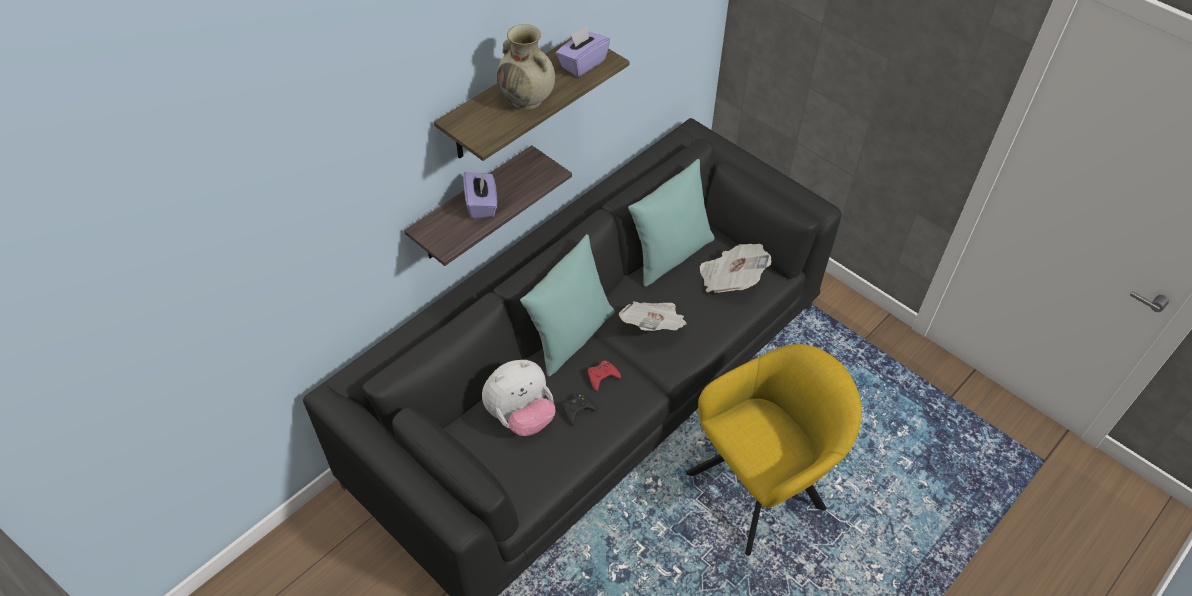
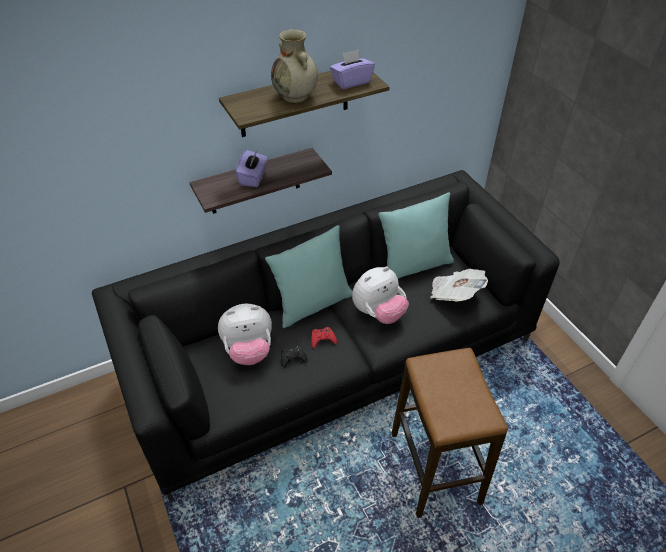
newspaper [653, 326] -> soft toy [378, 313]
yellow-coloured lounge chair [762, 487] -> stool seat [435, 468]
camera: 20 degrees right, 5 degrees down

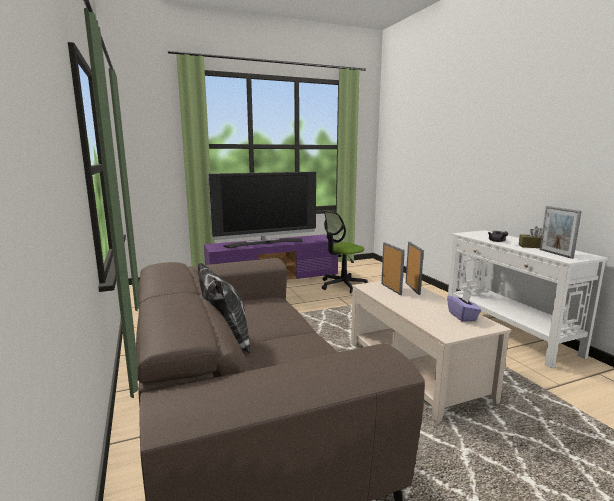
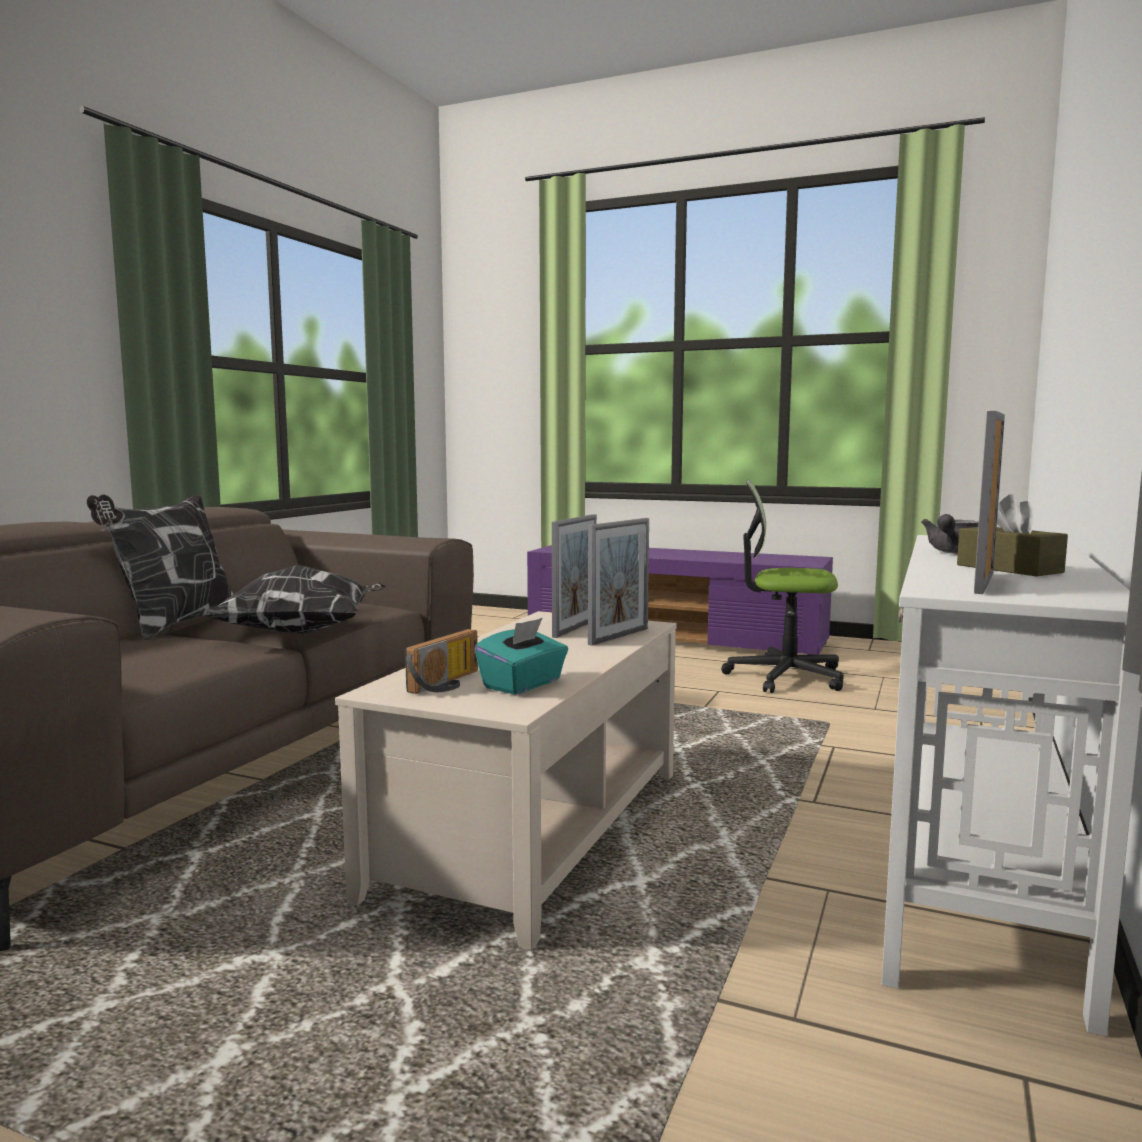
TV set [264, 243] -> none
purplish tissue box [462, 316] -> blue-green tissue box [523, 684]
none -> cushion [304, 633]
none -> radio [449, 683]
camera: 45 degrees right, 5 degrees down

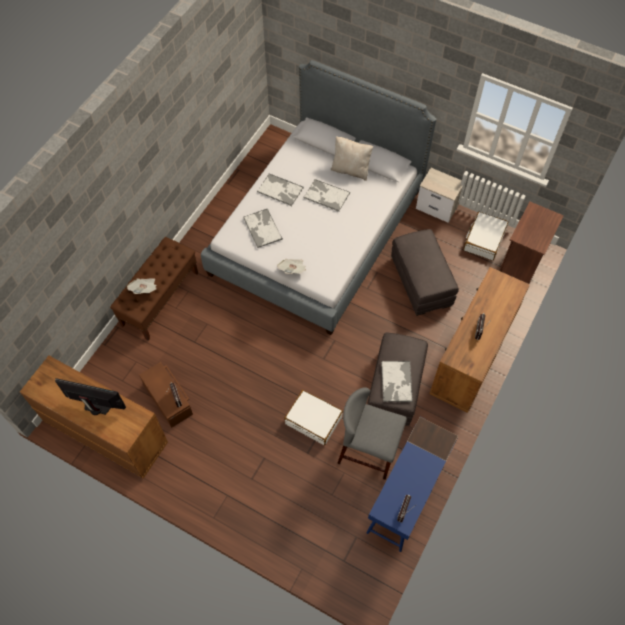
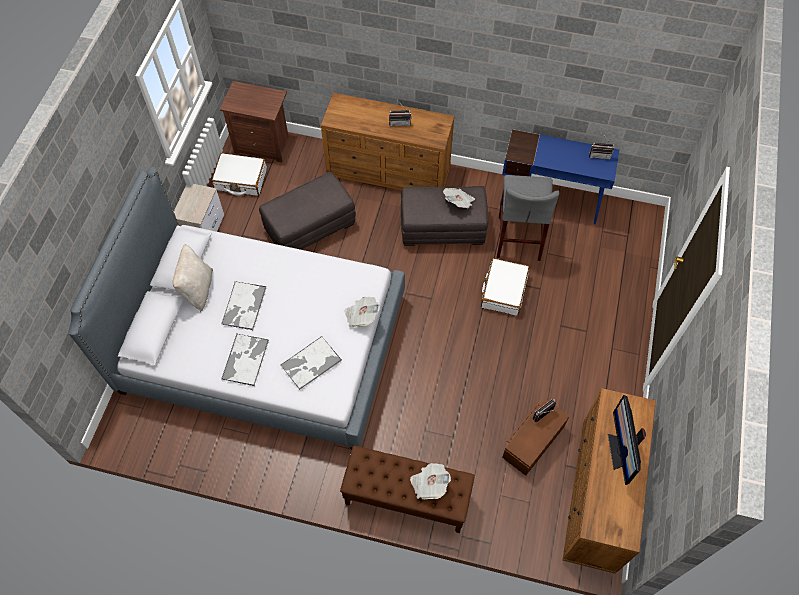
tray [396, 382] -> newspaper [459, 202]
camera: 105 degrees left, 0 degrees up

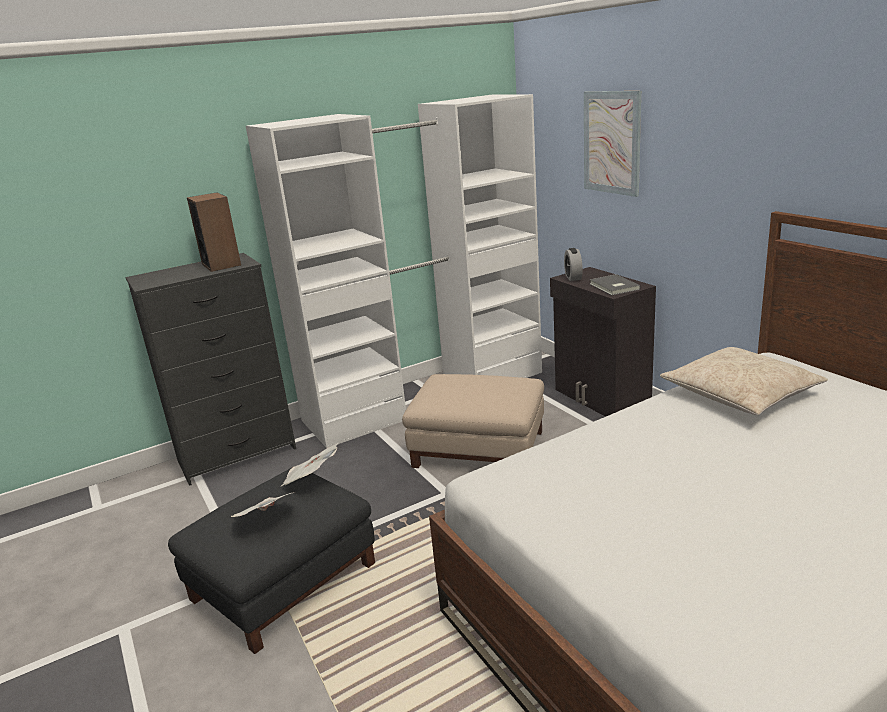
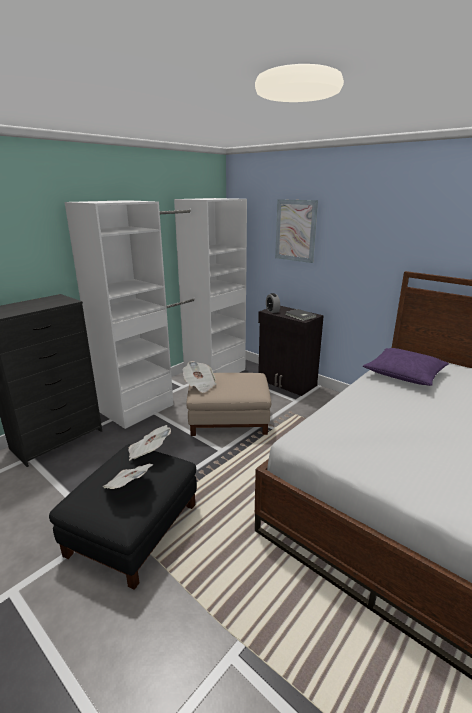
speaker [221, 264] -> none
sand-coloured cushion [739, 393] -> purplish cushion [404, 374]
none -> newspaper [200, 385]
camera: 20 degrees left, 0 degrees up

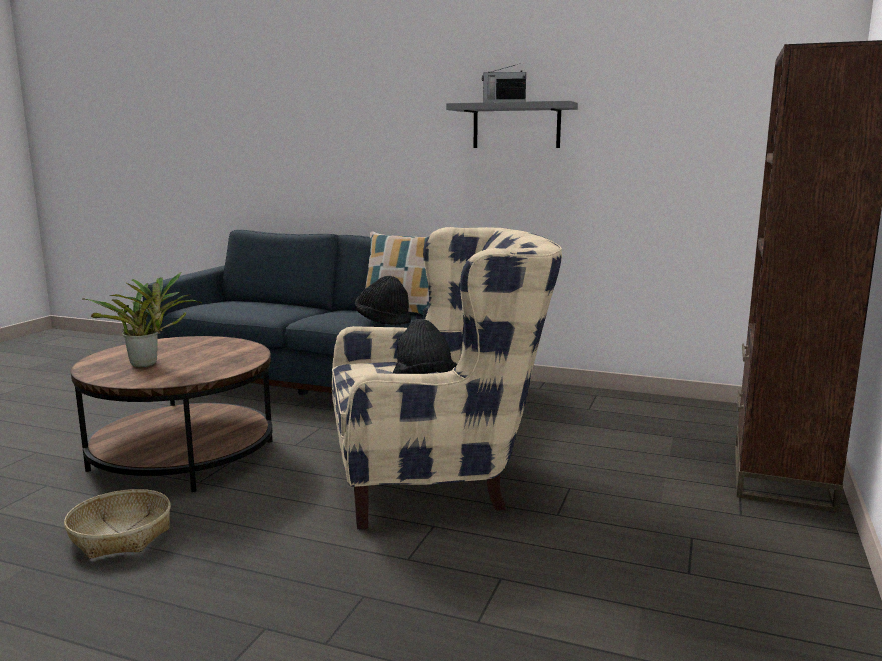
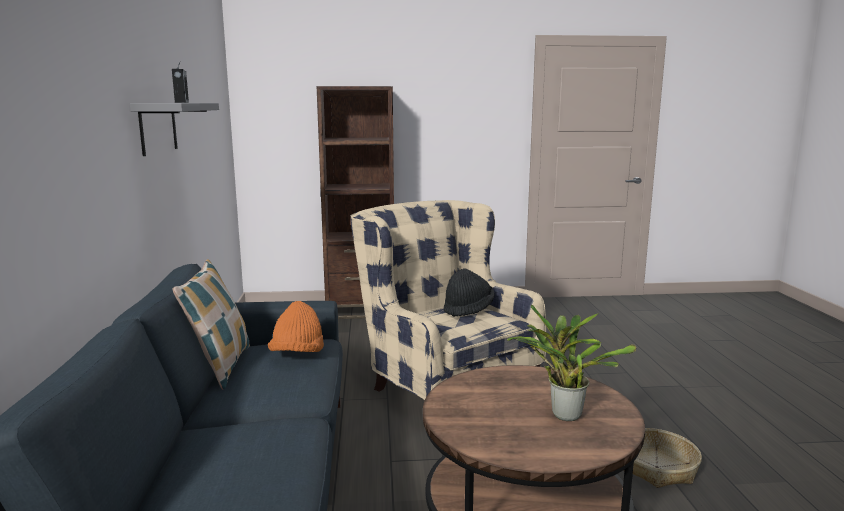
black-coloured hat [383, 321] -> orange hat [298, 355]
camera: 115 degrees left, 0 degrees up

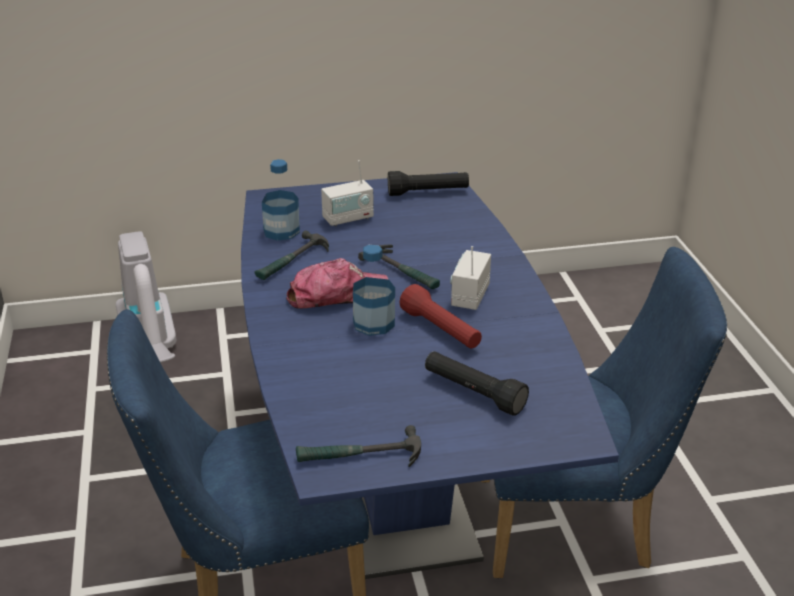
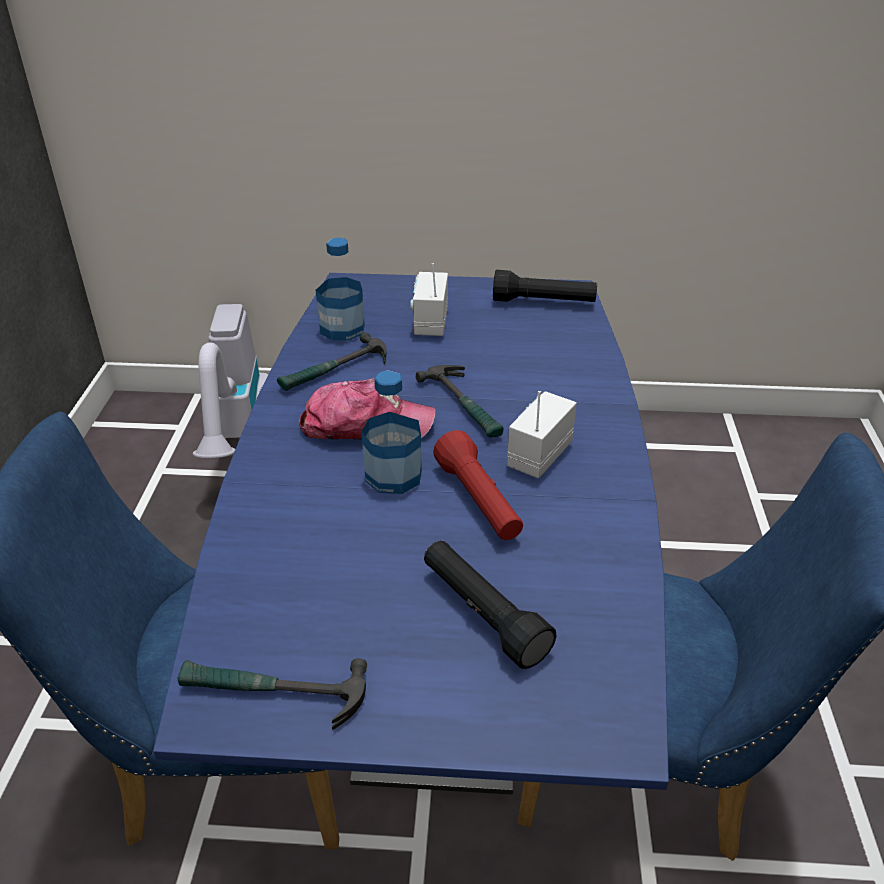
radio [348, 218] -> radio [430, 323], 105 degrees clockwise
camera: 15 degrees right, 5 degrees up

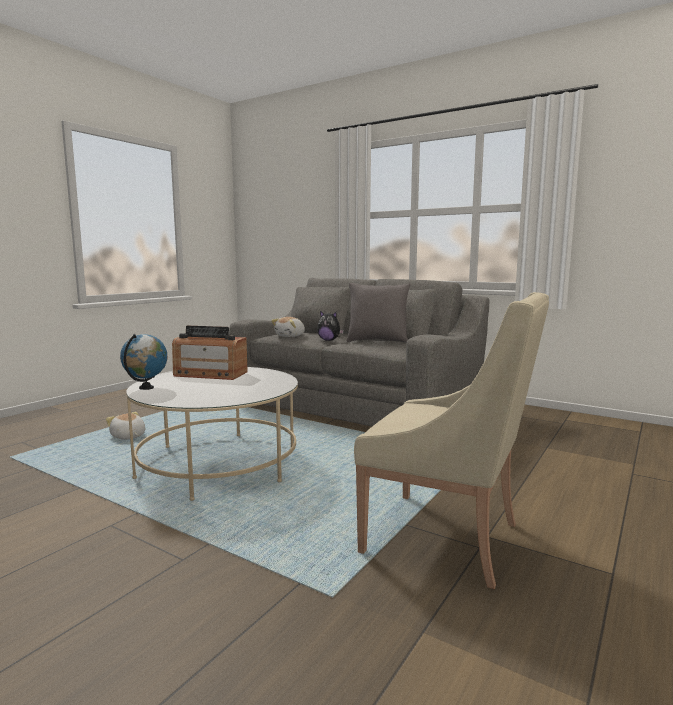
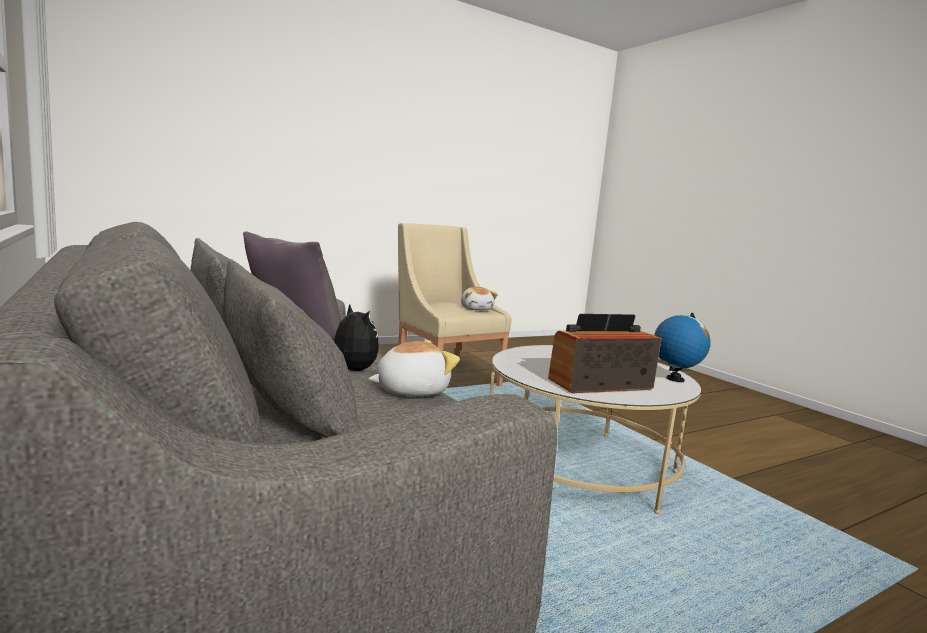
radio [210, 374] -> radio [600, 384], 60 degrees counterclockwise
soft toy [128, 437] -> soft toy [476, 309], relocated
camera: 155 degrees left, 0 degrees up

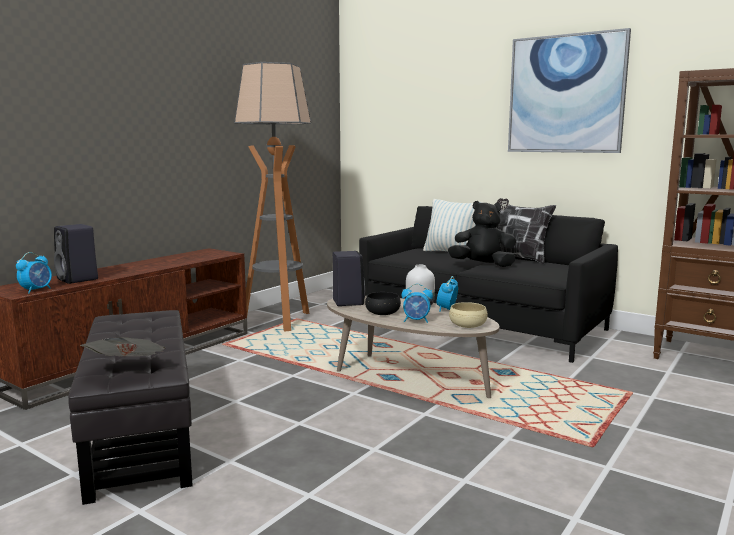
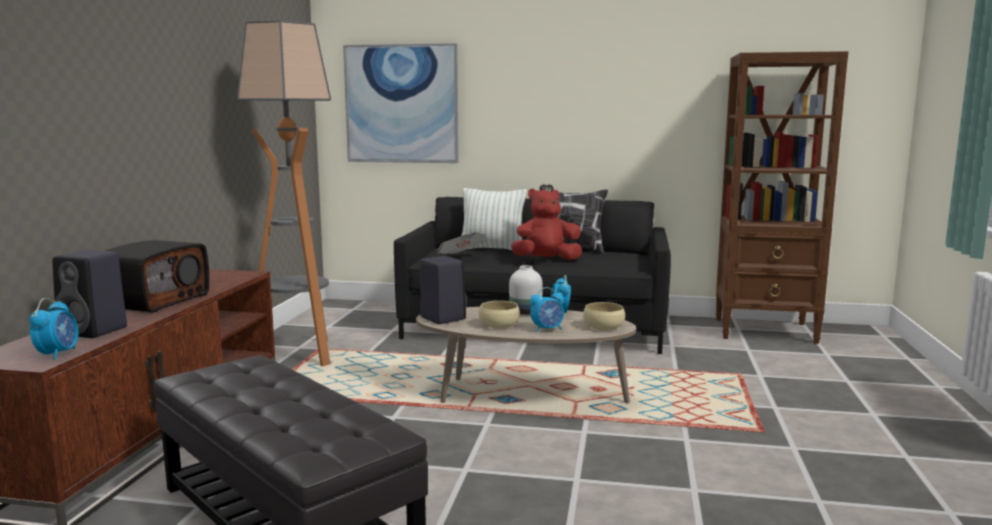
wall picture [566, 94] -> wall picture [402, 104], relocated
black-coloured soft toy [483, 265] -> red-coloured soft toy [546, 260]
black-coloured serving bowl [382, 312] -> sand-coloured serving bowl [499, 325]
newspaper [128, 368] -> newspaper [461, 257], relocated
none -> radio [155, 301]
camera: 25 degrees left, 0 degrees up

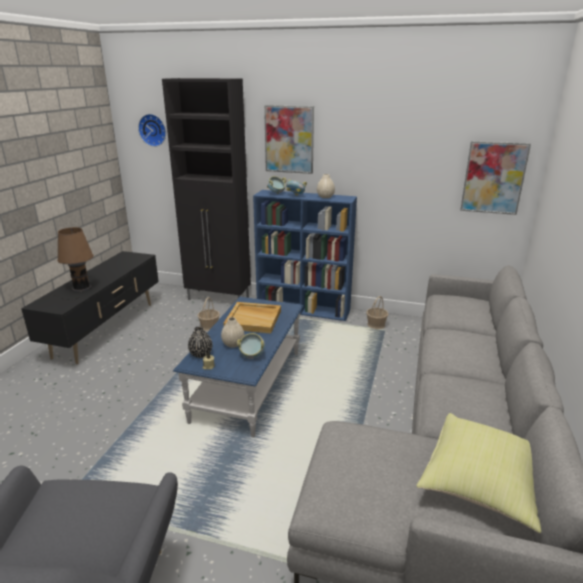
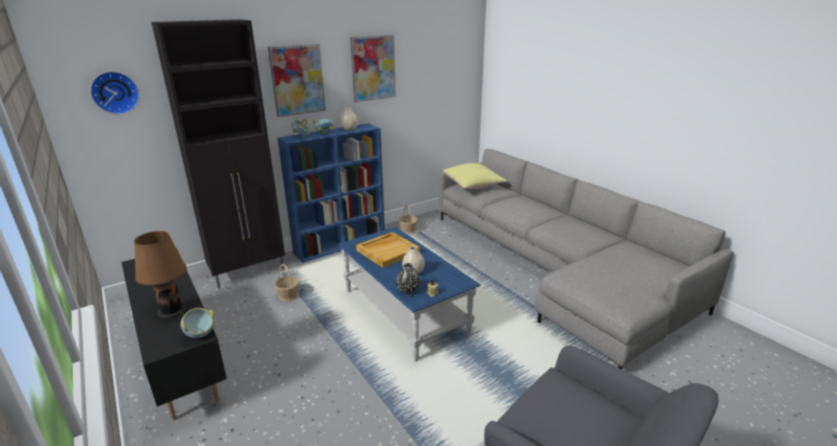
wall picture [493, 178] -> wall picture [373, 68], relocated
serving bowl [251, 356] -> serving bowl [200, 334], relocated
yellow-coloured cushion [482, 484] -> yellow-coloured cushion [474, 186], relocated
camera: 50 degrees left, 0 degrees up

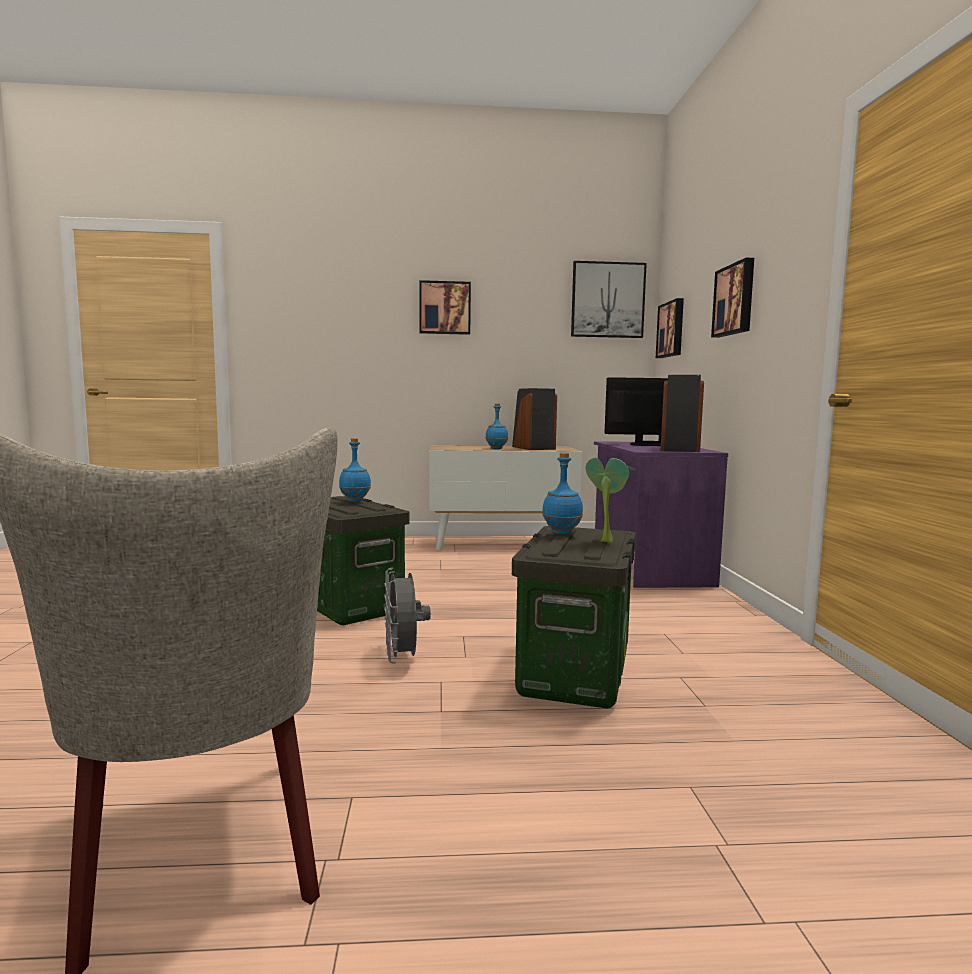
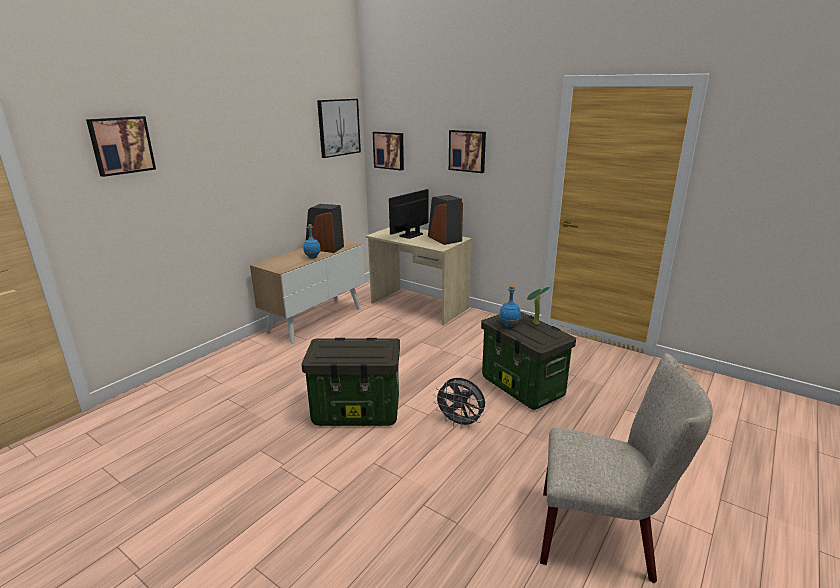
wall picture [445, 308] -> wall picture [121, 145], relocated
blue drink bottle [355, 501] -> none
purplish desk table [647, 566] -> sand-coloured desk table [419, 306]
camera: 50 degrees left, 15 degrees up

